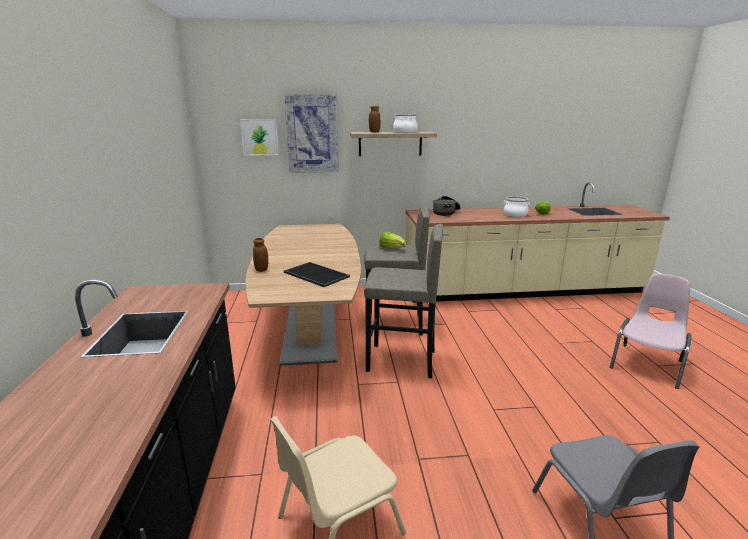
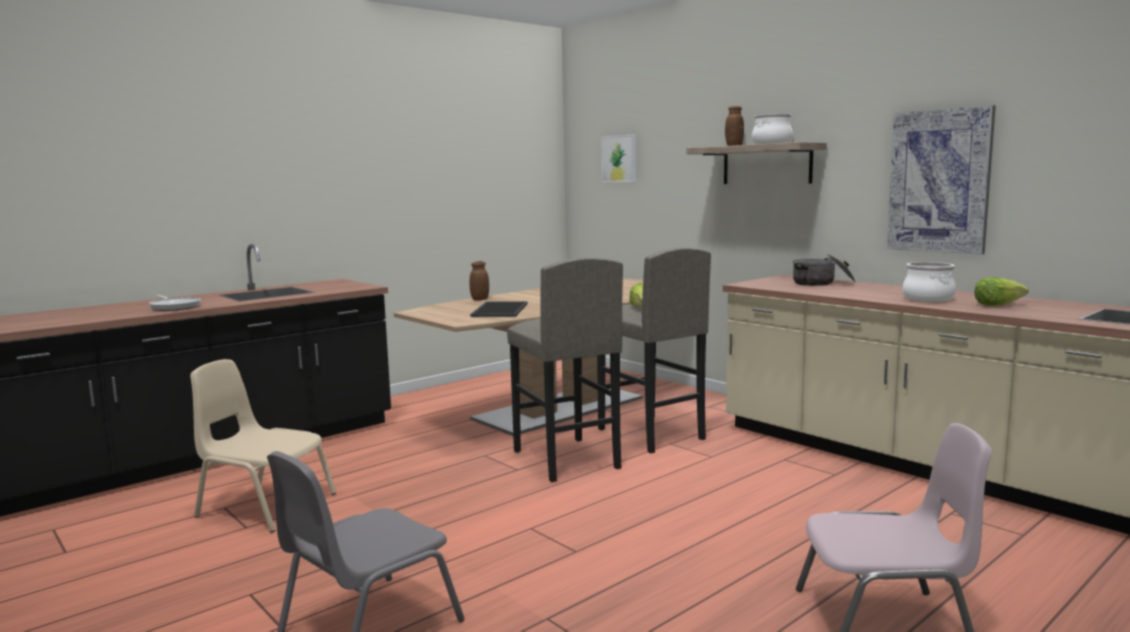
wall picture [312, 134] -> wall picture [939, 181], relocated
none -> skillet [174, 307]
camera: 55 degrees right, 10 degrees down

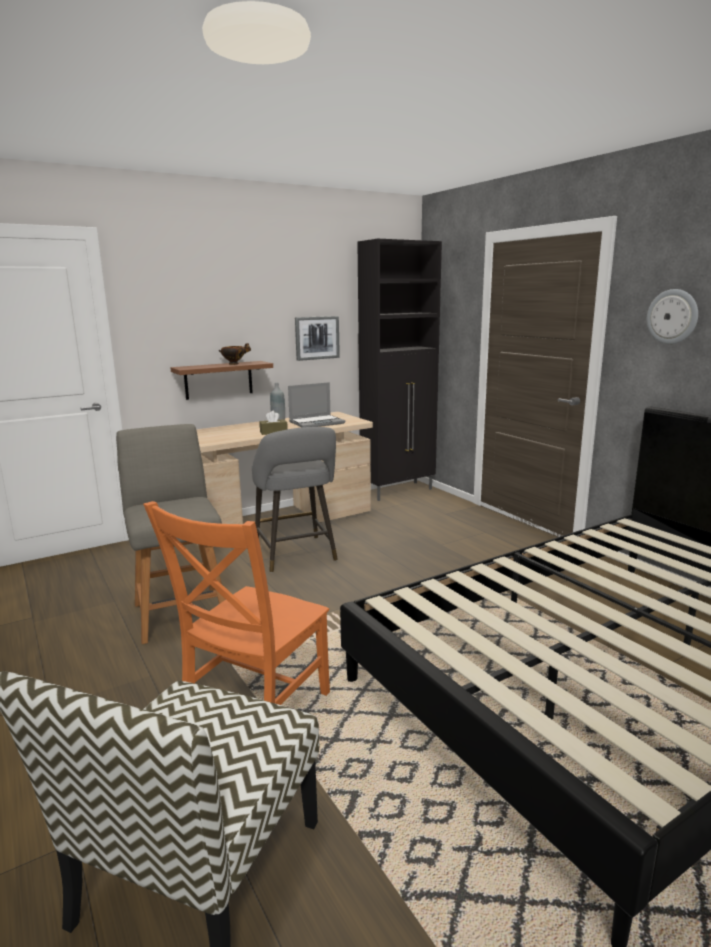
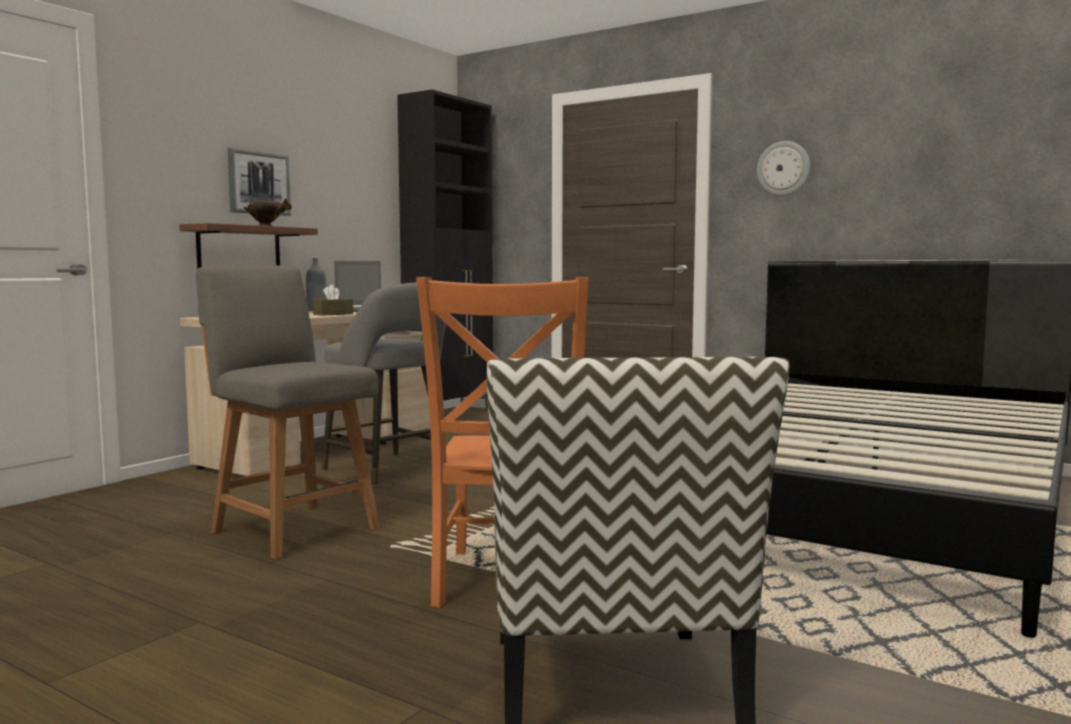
wall picture [317, 338] -> wall picture [258, 183], relocated
camera: 25 degrees left, 10 degrees down

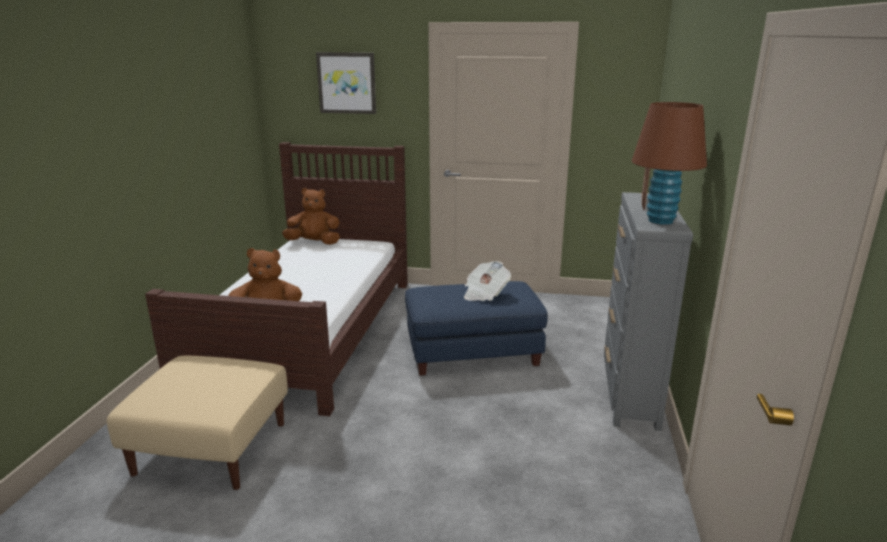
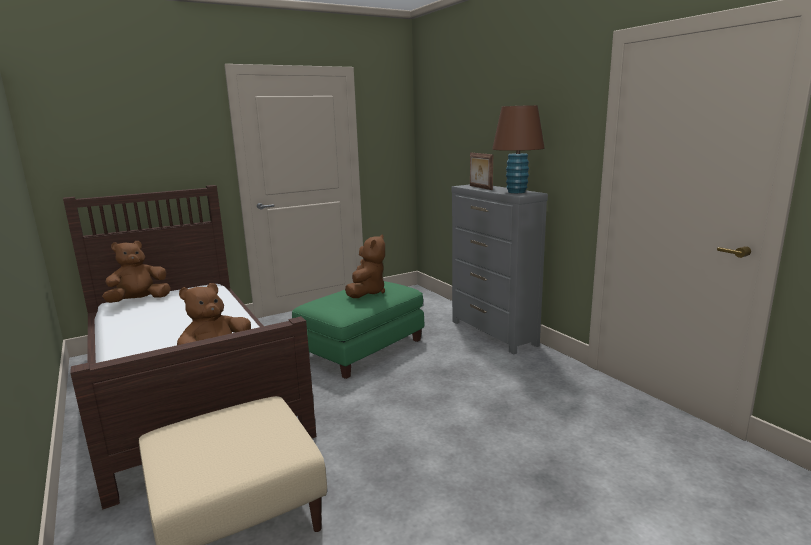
wall picture [347, 83] -> none
newspaper [485, 293] -> brown soft toy [367, 292]
blue pouffe [473, 352] -> greenish pouffe [363, 349]
camera: 40 degrees left, 5 degrees down

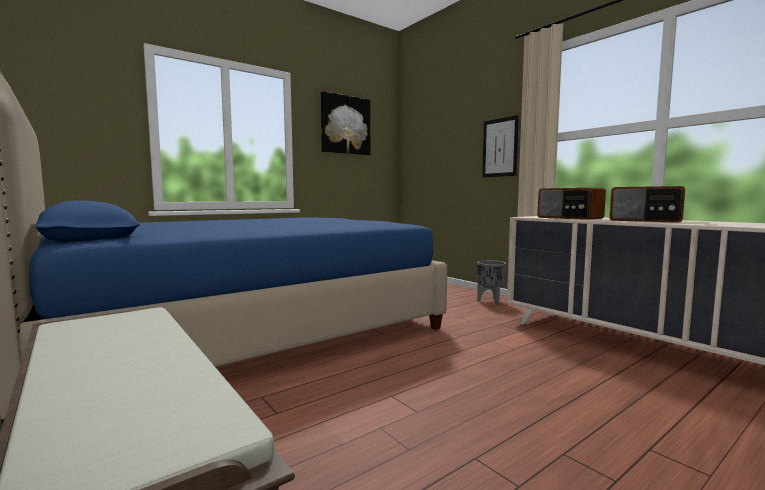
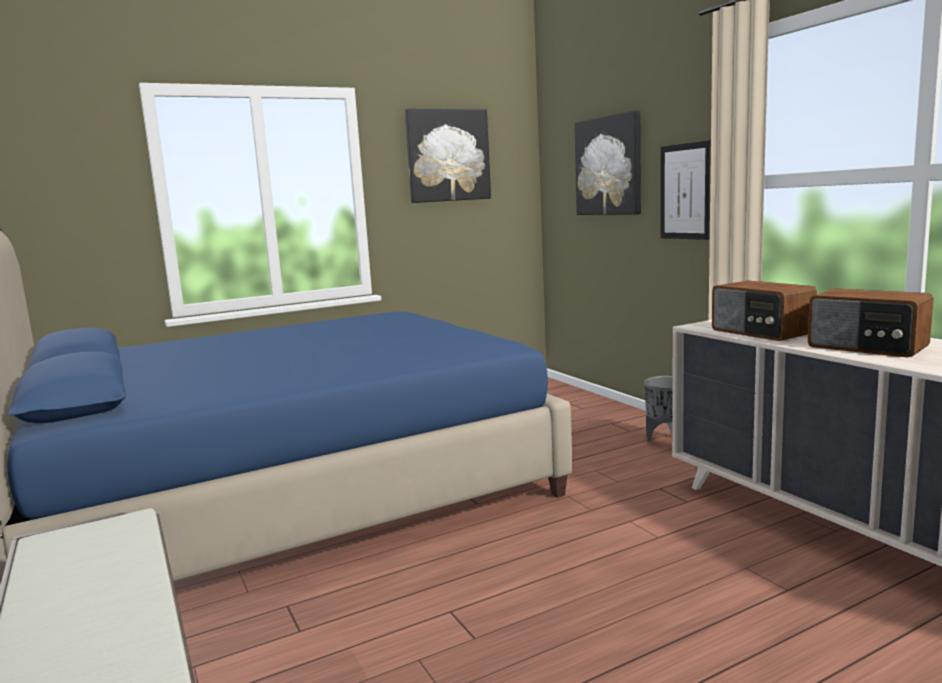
none -> wall picture [609, 166]
camera: 10 degrees right, 5 degrees up

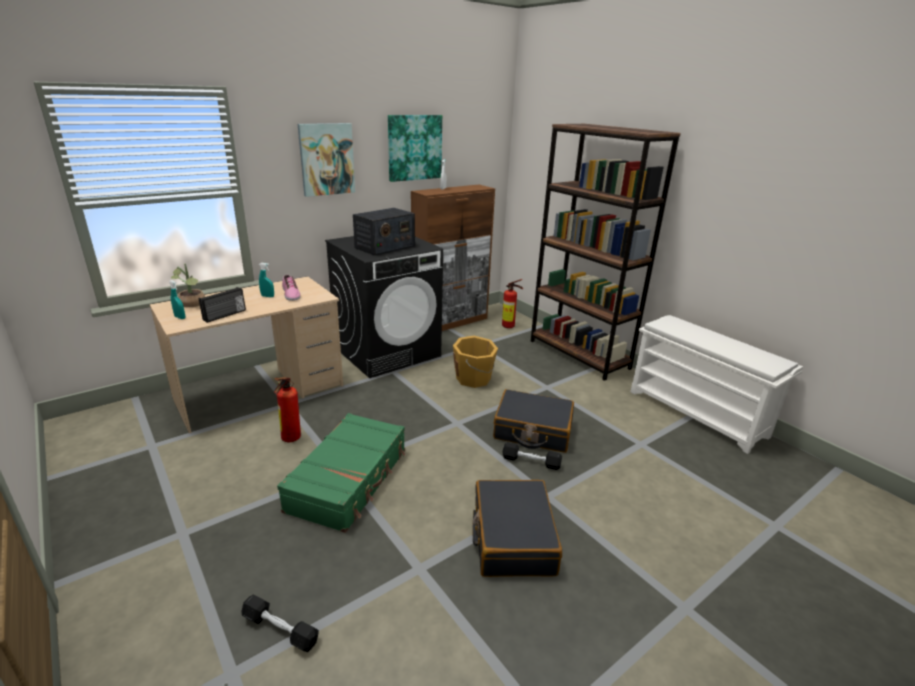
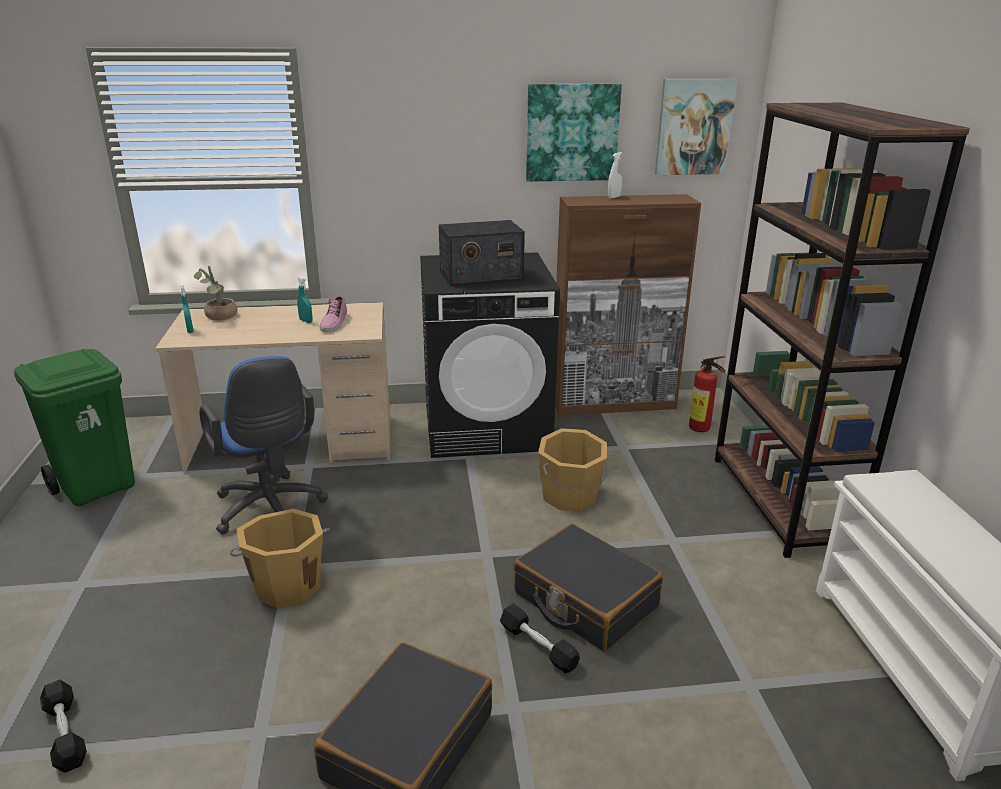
wall picture [326, 159] -> wall picture [694, 127], relocated
radio [225, 315] -> none
fire-fighting cylinder [289, 439] -> blue office chair [271, 511]
greenish travel case [349, 480] -> orange water bucket [287, 585]
none -> greenish waste bin [98, 486]
camera: 30 degrees right, 0 degrees up

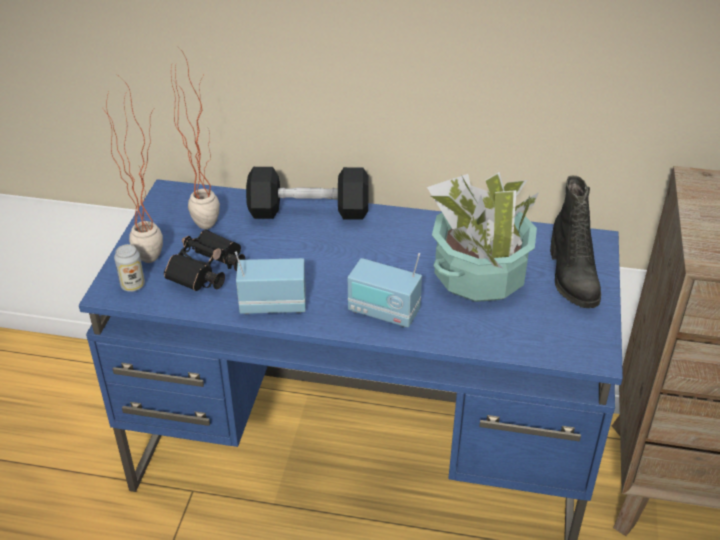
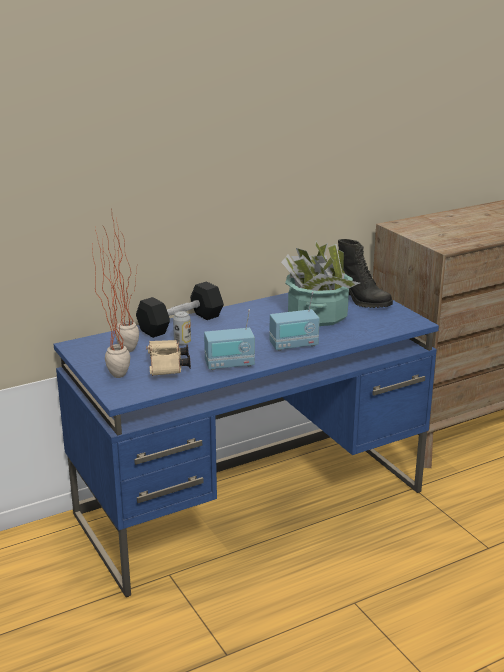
black-coloured pair of binoculars [206, 274] -> sand-coloured pair of binoculars [167, 368]
sealed can [133, 285] -> sealed can [182, 342], relocated
radio [273, 304] -> radio [229, 365], 150 degrees counterclockwise
camera: 40 degrees left, 15 degrees down

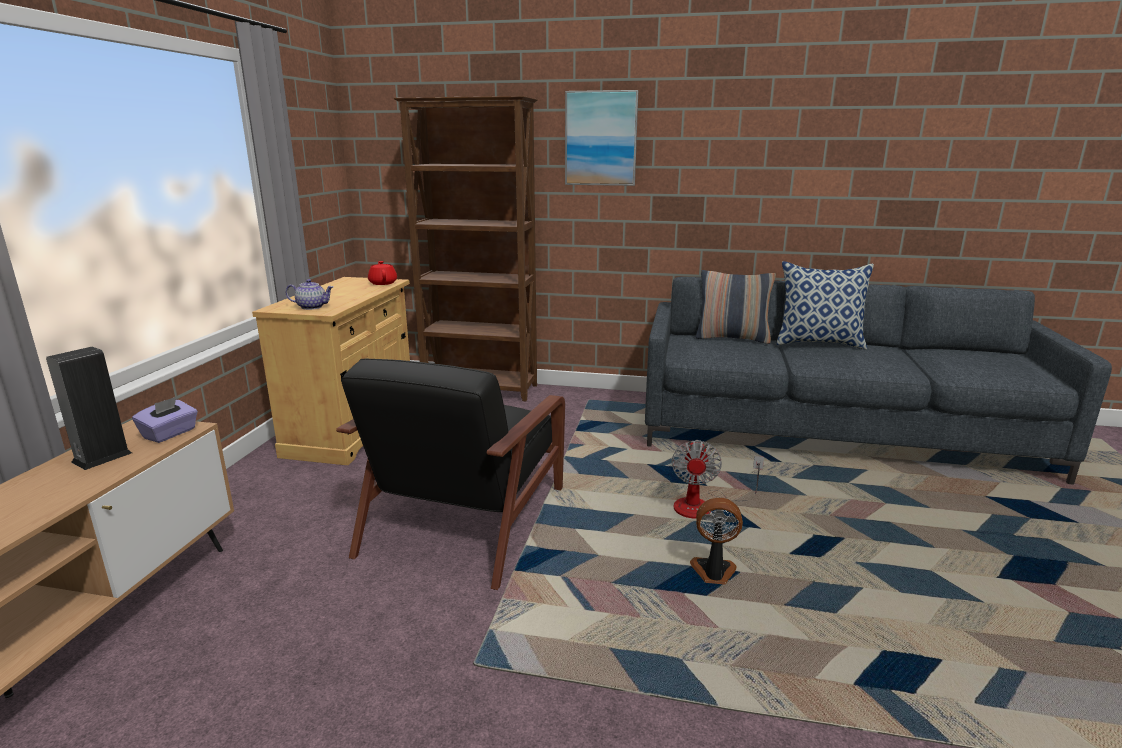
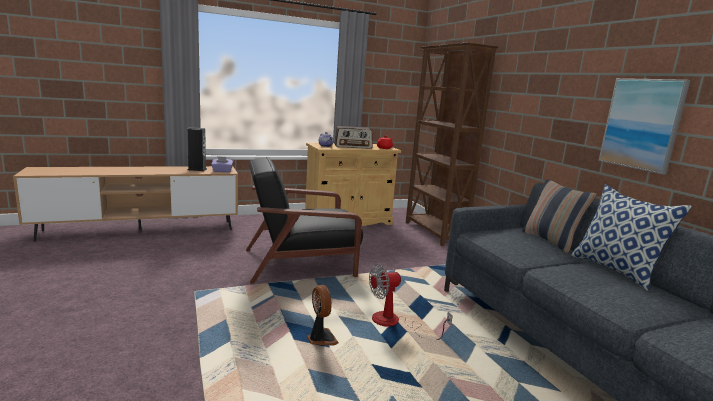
wall picture [601, 138] -> wall picture [642, 124], relocated
none -> radio [353, 146]
camera: 55 degrees right, 5 degrees down

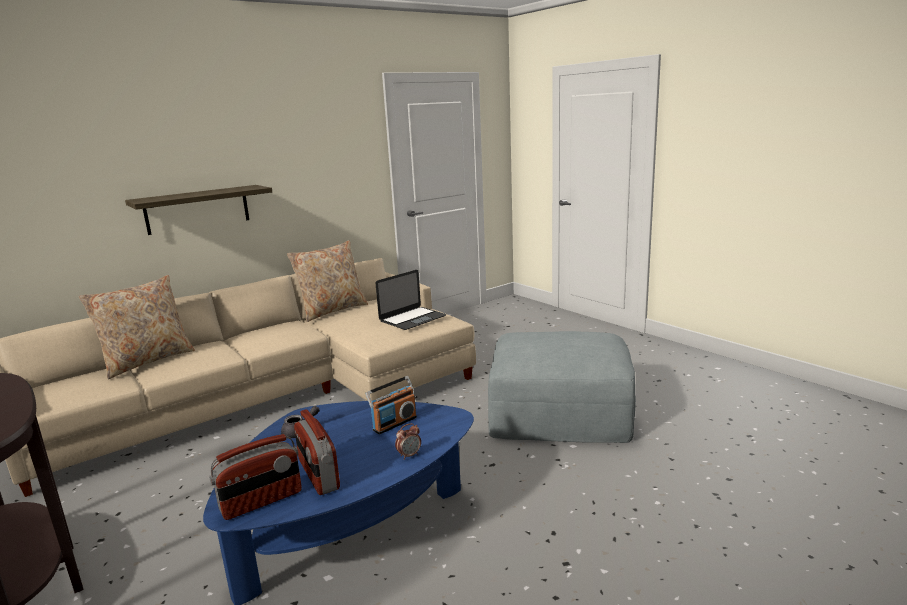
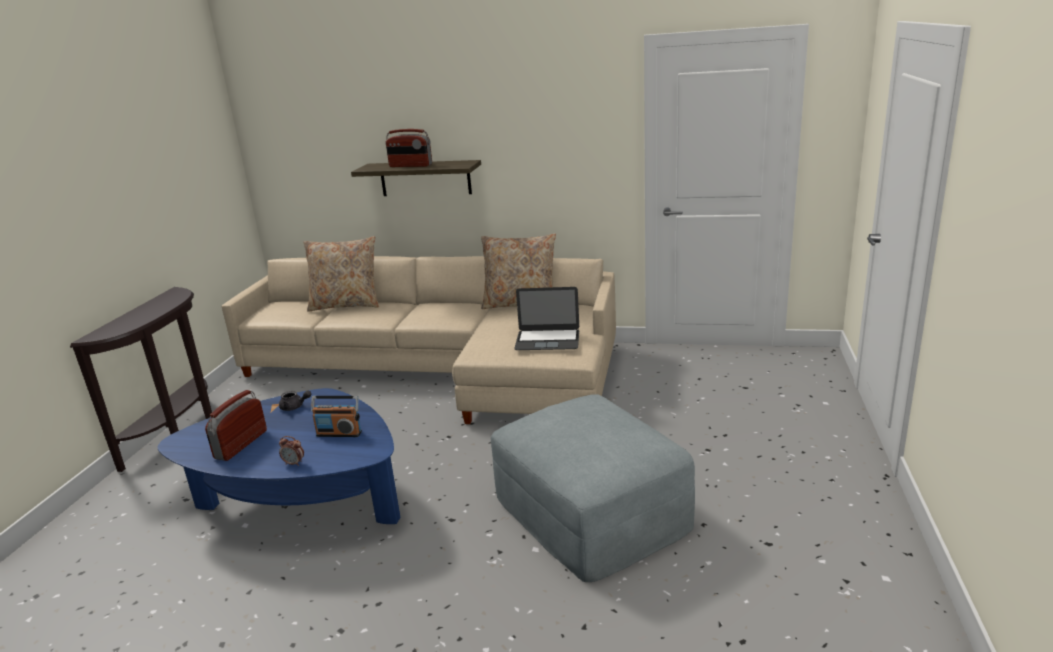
radio [261, 501] -> radio [410, 166], relocated
camera: 50 degrees right, 5 degrees up

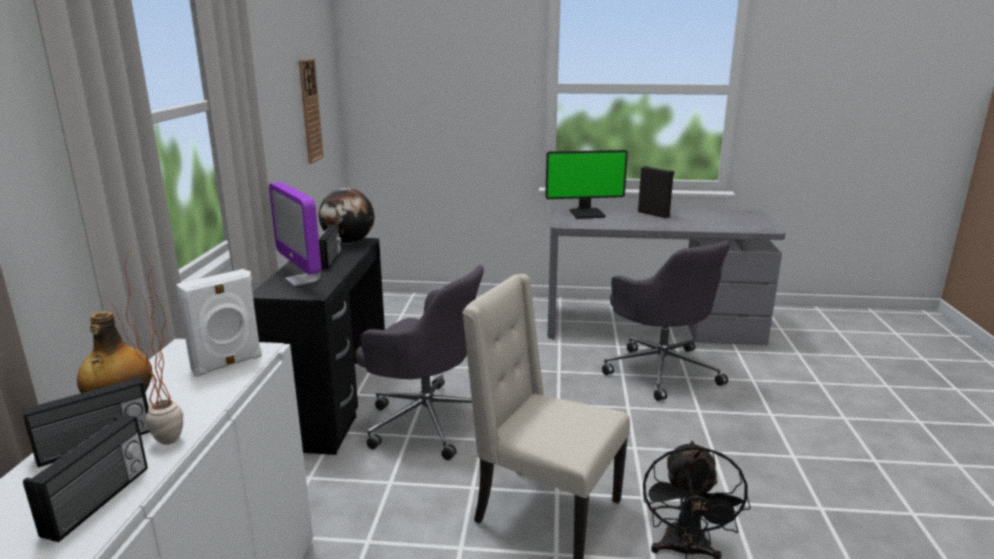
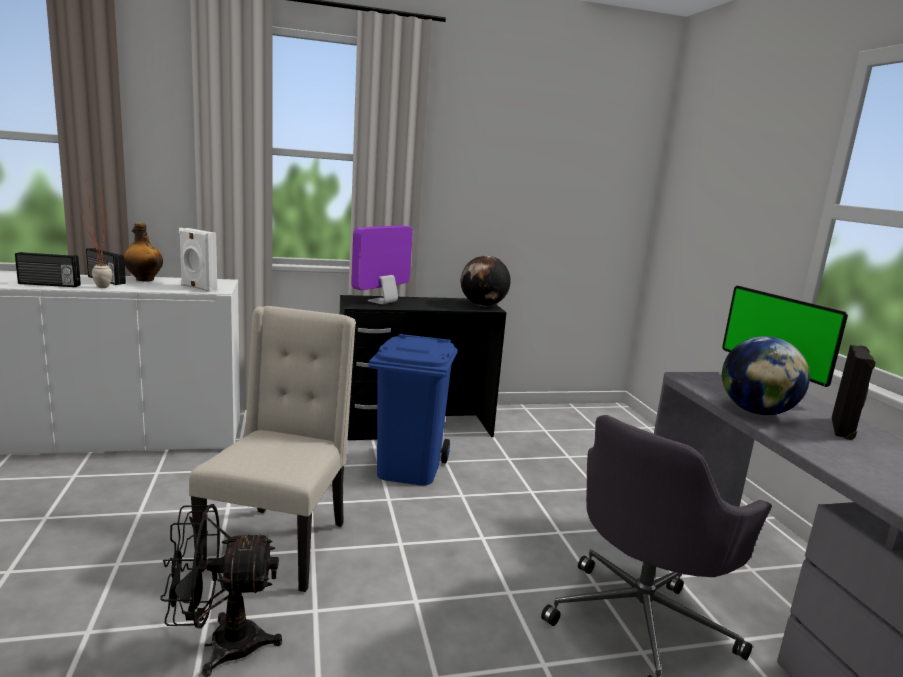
clock on the wall [310, 111] -> none
radio [331, 260] -> none
grey office chair [426, 420] -> blue waste bin [407, 468]
none -> world globe [756, 412]
camera: 70 degrees right, 5 degrees down

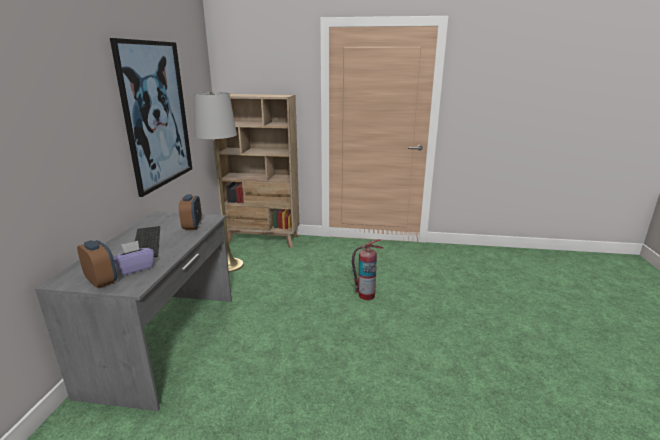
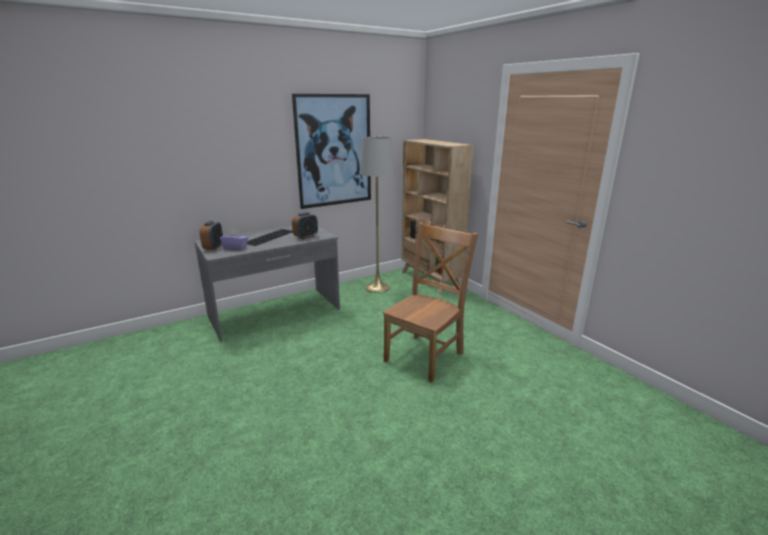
fire-fighting cylinder [366, 295] -> brown upright chair [426, 355]
camera: 50 degrees right, 0 degrees up

